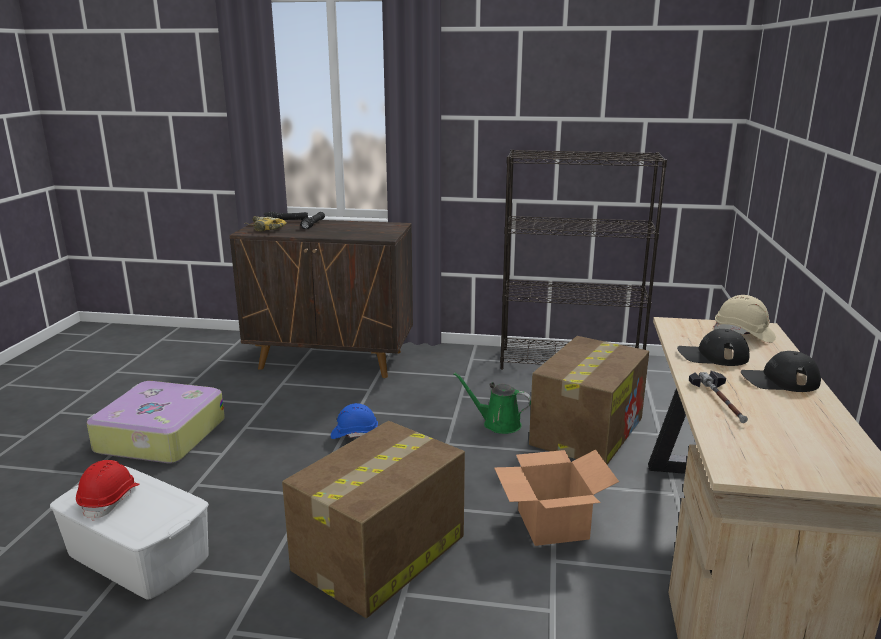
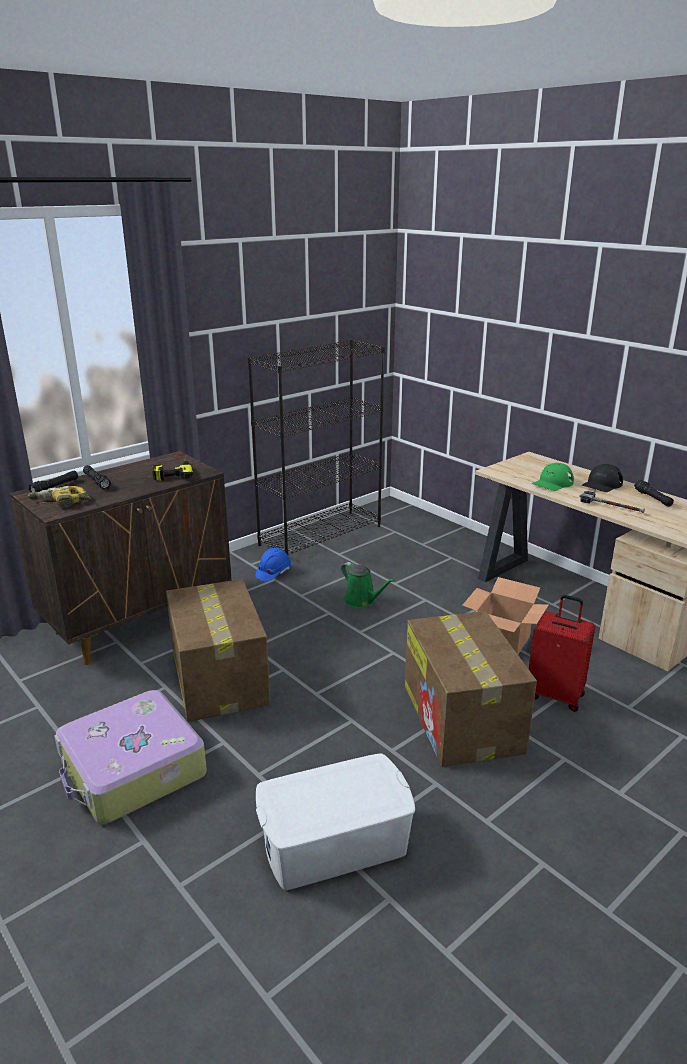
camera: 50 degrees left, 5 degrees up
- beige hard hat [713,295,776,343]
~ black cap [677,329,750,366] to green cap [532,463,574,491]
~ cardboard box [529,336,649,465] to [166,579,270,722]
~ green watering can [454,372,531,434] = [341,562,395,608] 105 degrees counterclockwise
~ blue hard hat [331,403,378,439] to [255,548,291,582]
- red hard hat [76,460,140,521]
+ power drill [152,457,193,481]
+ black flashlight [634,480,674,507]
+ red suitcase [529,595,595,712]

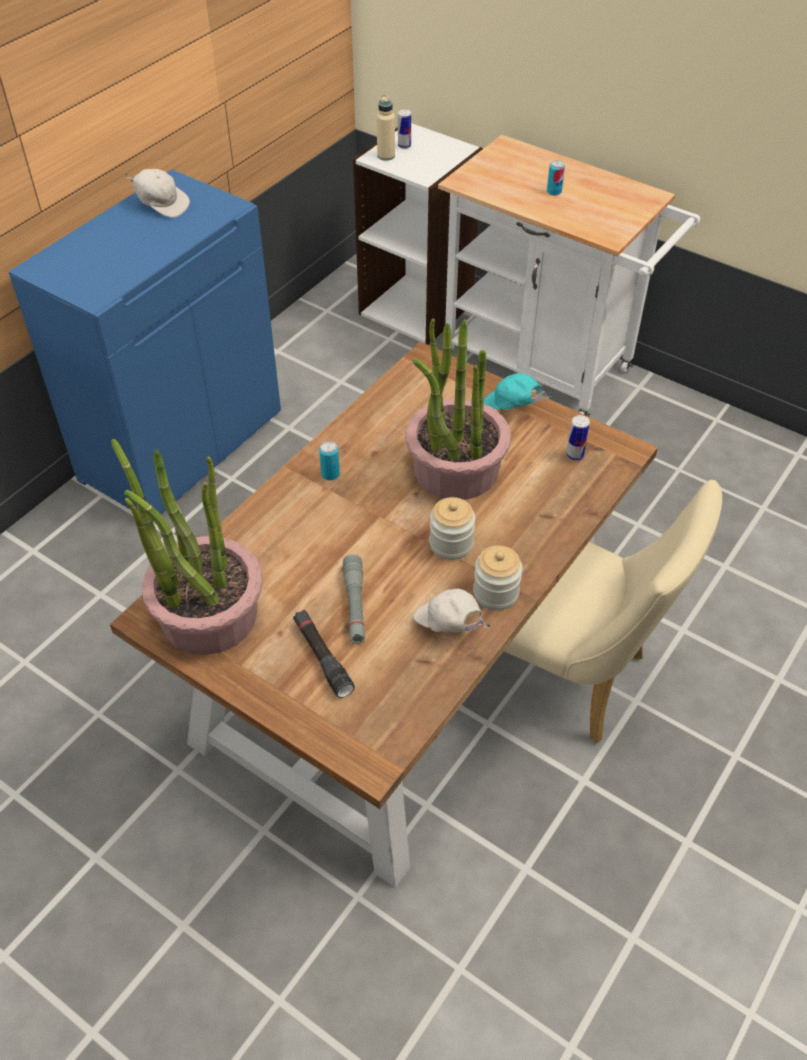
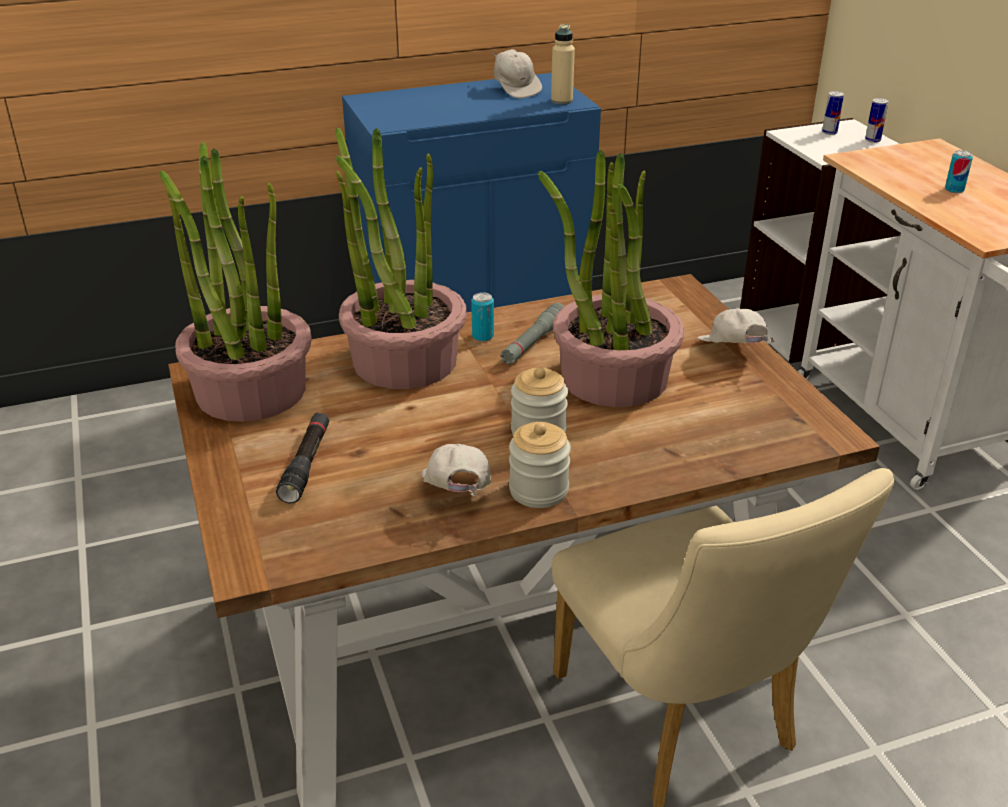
camera: 35 degrees right, 15 degrees down
~ beige bottle [377,95,395,161] to [551,24,575,105]
~ turquoise cap [484,373,553,410] to white cap [697,308,775,343]
~ can [566,415,590,461] to [865,98,889,143]
~ grey flashlight [343,554,365,644] to [501,303,564,365]
+ potted plant [335,128,467,389]

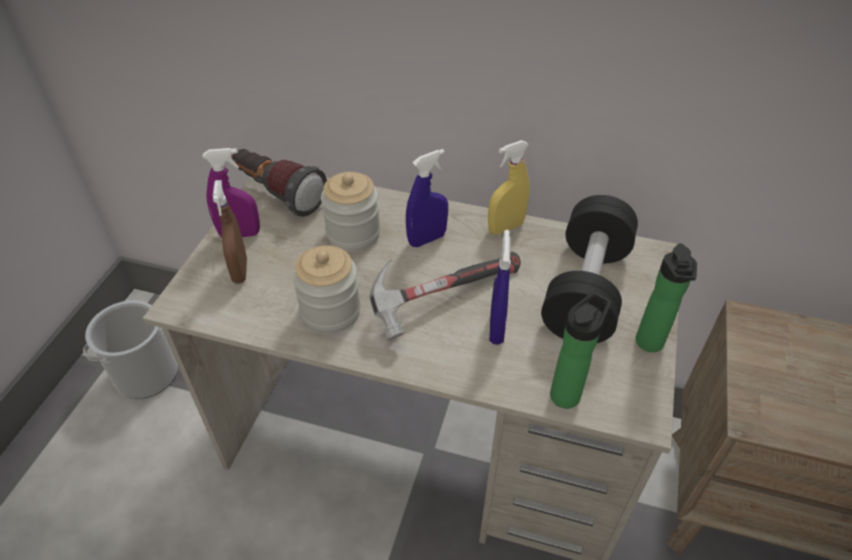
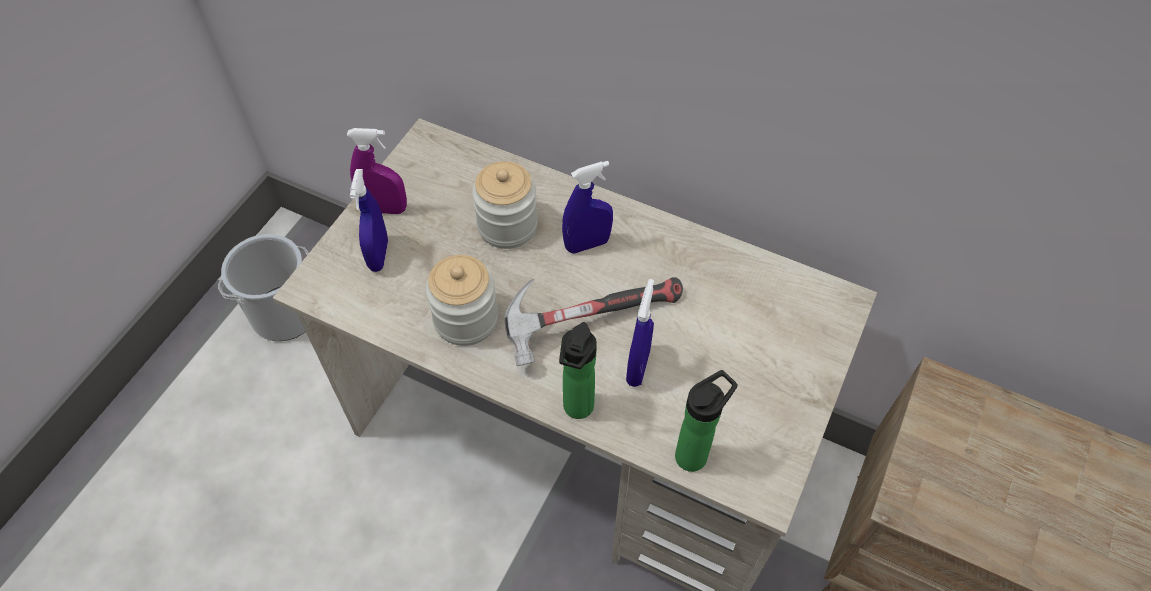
camera: 10 degrees right, 10 degrees up
- yellow spray bottle [488,140,530,234]
- flashlight [231,149,327,217]
~ brown spray bottle [212,180,247,283] to blue spray bottle [350,169,388,272]
- black dumbbell [541,195,638,343]
~ bottle [636,243,697,352] to [559,322,597,419]

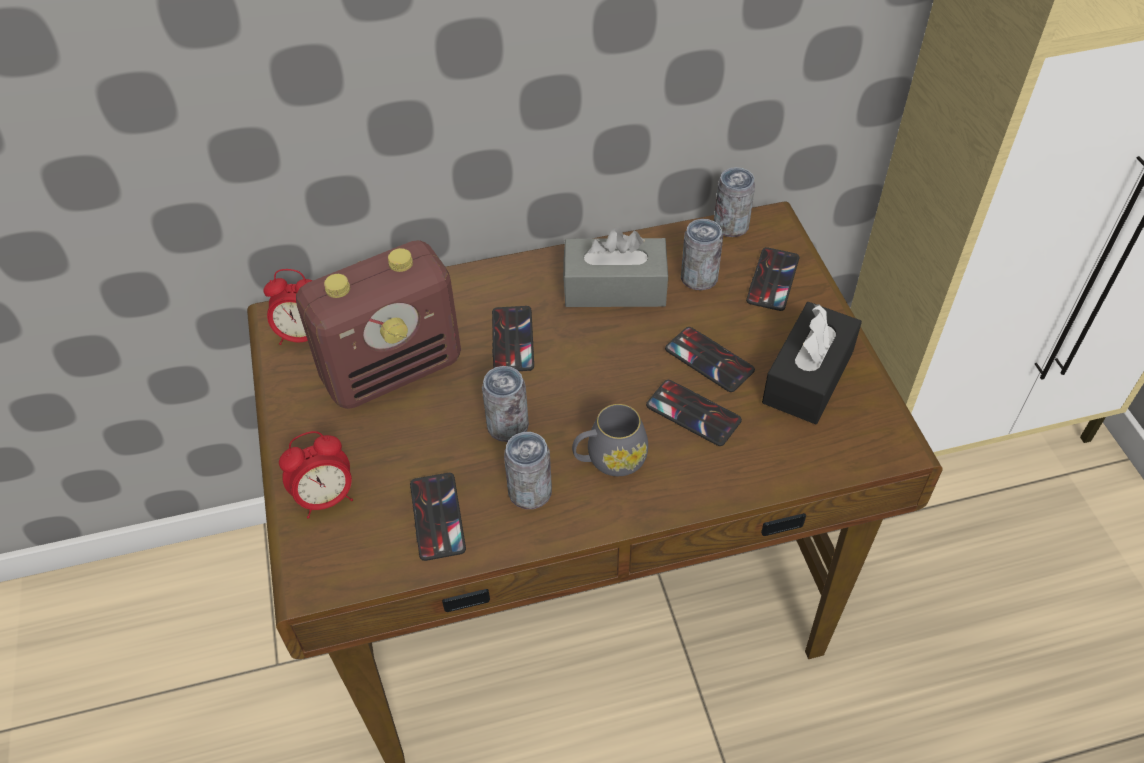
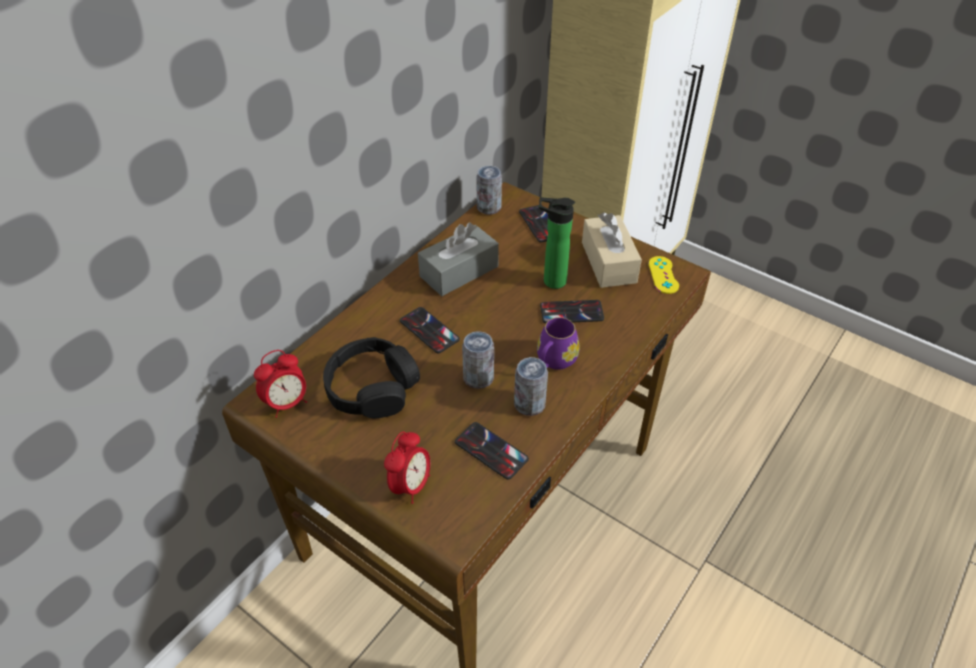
camera: 40 degrees left, 5 degrees down
- can [681,219,723,290]
~ radio [296,240,461,409] to black headphones [323,337,420,418]
~ black tissue box [762,302,862,424] to beige tissue box [582,213,642,288]
~ phone [665,327,755,392] to bottle [539,198,575,289]
~ grey mug [572,404,648,476] to purple mug [537,317,580,370]
+ yellow game controller [648,256,679,294]

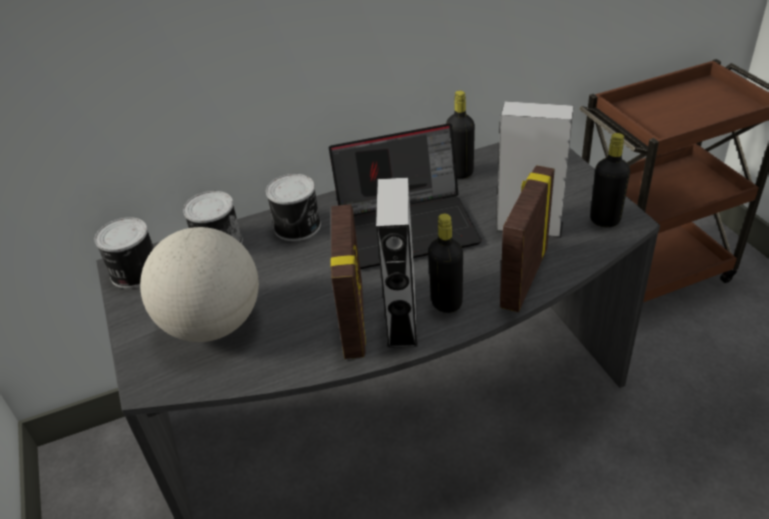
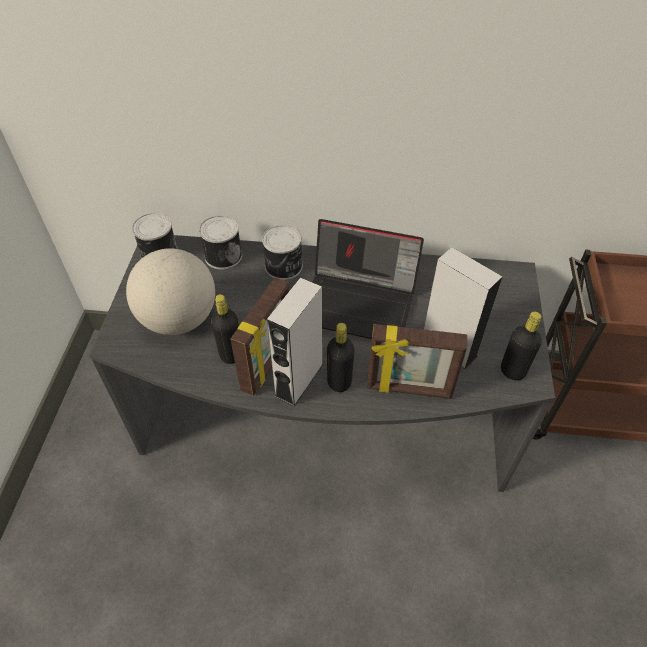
camera: 25 degrees right, 10 degrees up
~ black bottle [446,91,475,179] to [211,294,239,364]
~ picture frame [500,165,555,312] = [367,324,467,399] 135 degrees counterclockwise

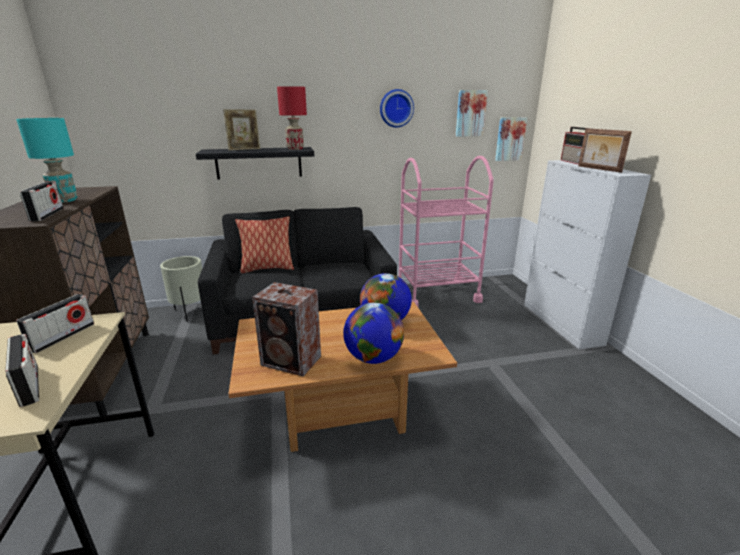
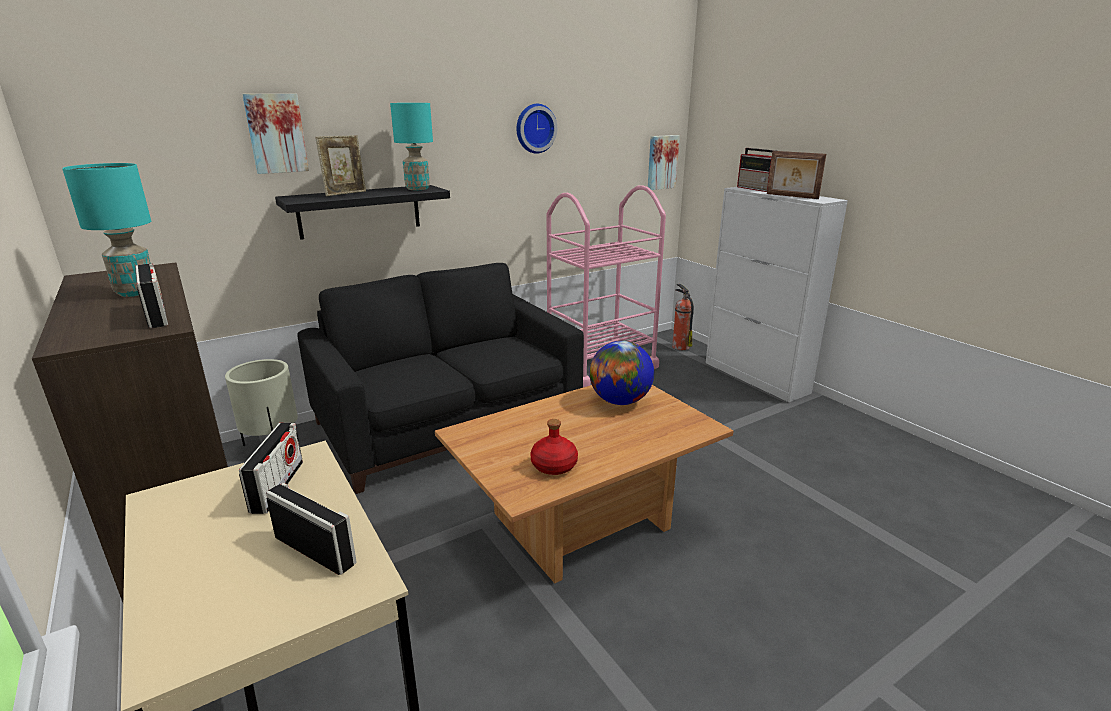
camera: 20 degrees left, 0 degrees up
~ red table lamp [277,86,307,150] to turquoise table lamp [390,103,433,190]
~ picture [456,90,488,137] to [242,94,309,174]
- pillow [235,216,294,273]
~ speaker [252,282,321,376] to red bottle [530,419,578,475]
- globe [343,302,404,364]
+ fire extinguisher [672,283,694,350]

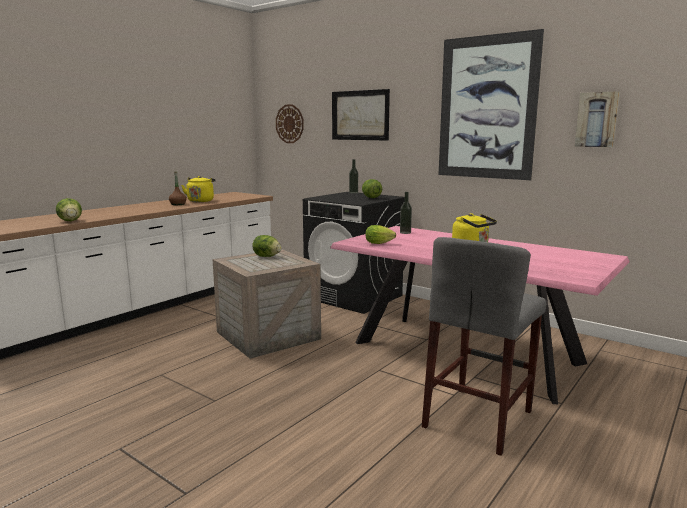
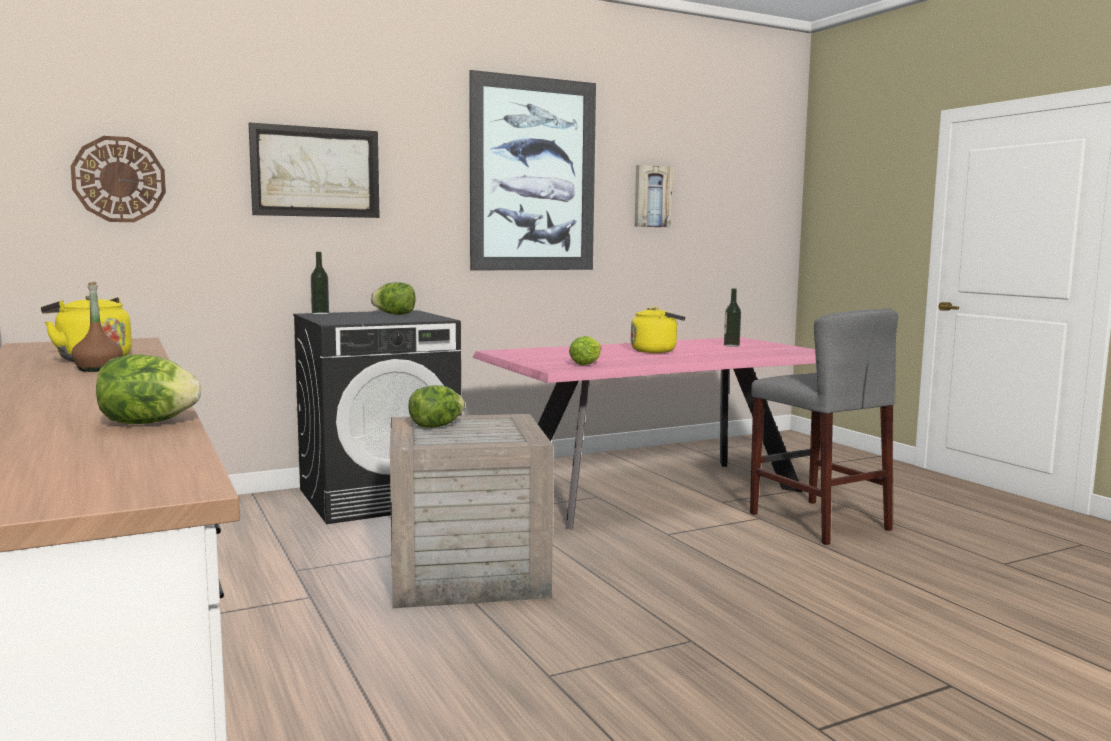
camera: 65 degrees left, 5 degrees down
~ bottle [400,192,412,234] to [724,288,741,347]

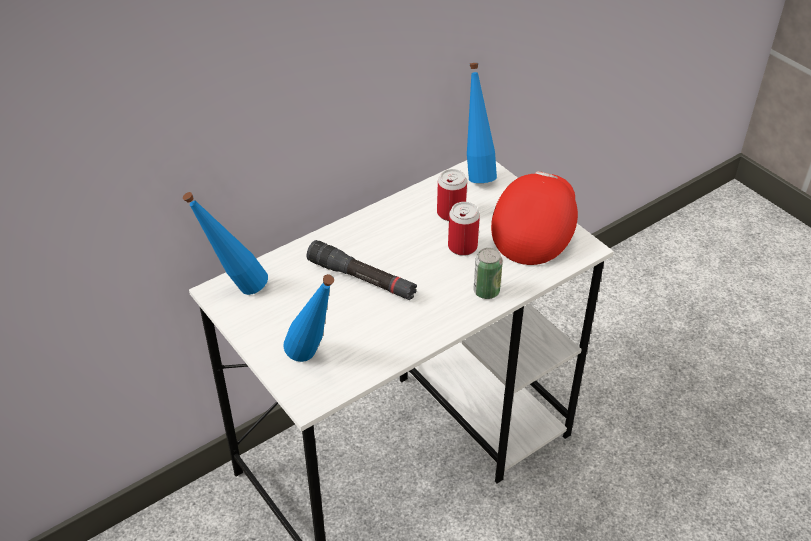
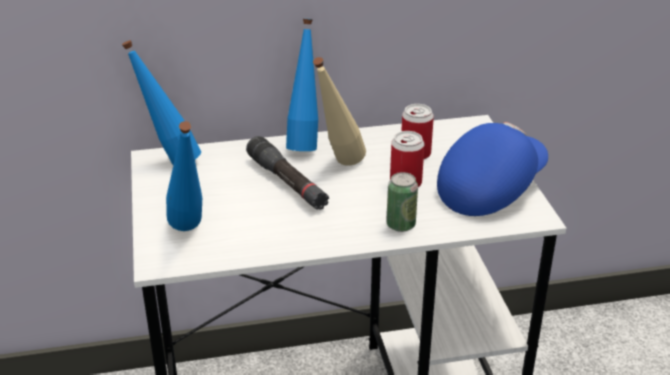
camera: 25 degrees right, 10 degrees down
~ blue bottle [467,63,497,183] to [286,19,318,151]
~ red cap [491,171,578,265] to blue cap [437,122,548,216]
+ beige bottle [313,57,366,166]

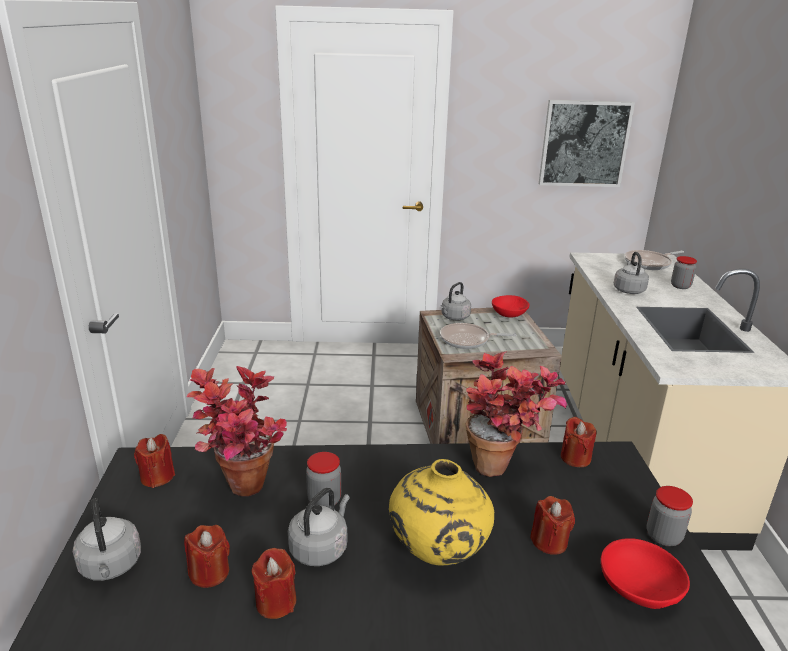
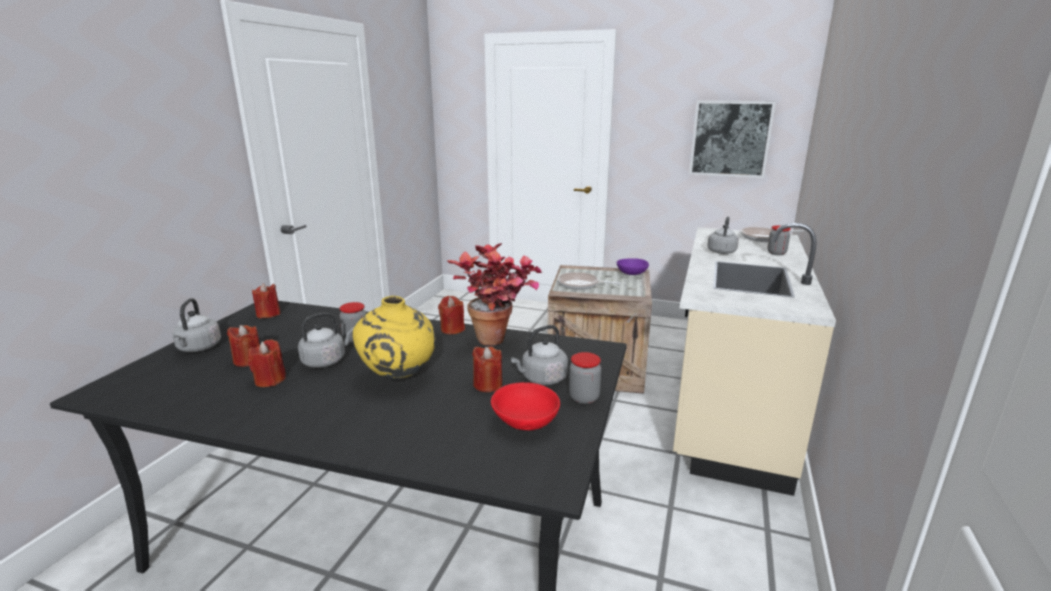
camera: 20 degrees right, 5 degrees down
~ grey kettle [440,282,471,320] to [511,325,568,385]
~ red bowl [492,295,529,318] to purple bowl [617,258,649,275]
- potted plant [187,366,287,496]
~ red candle [561,417,597,467] to [438,296,465,335]

